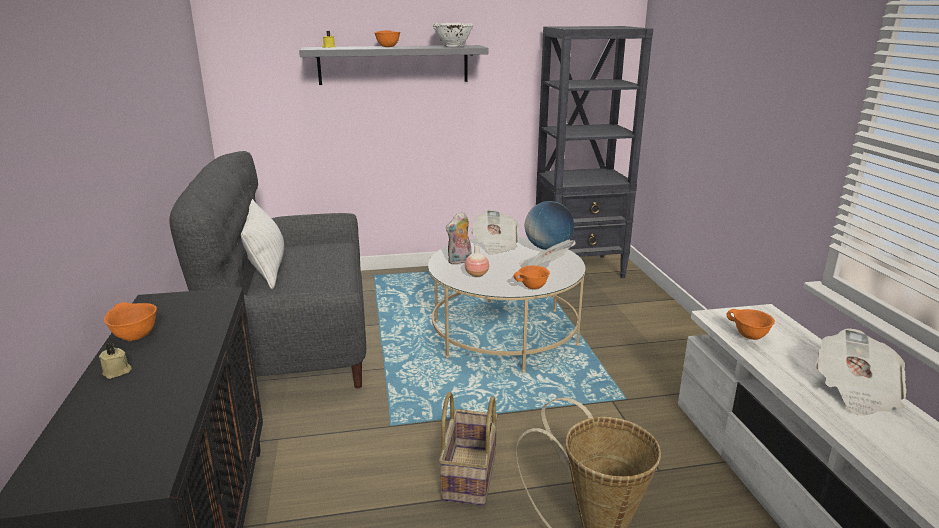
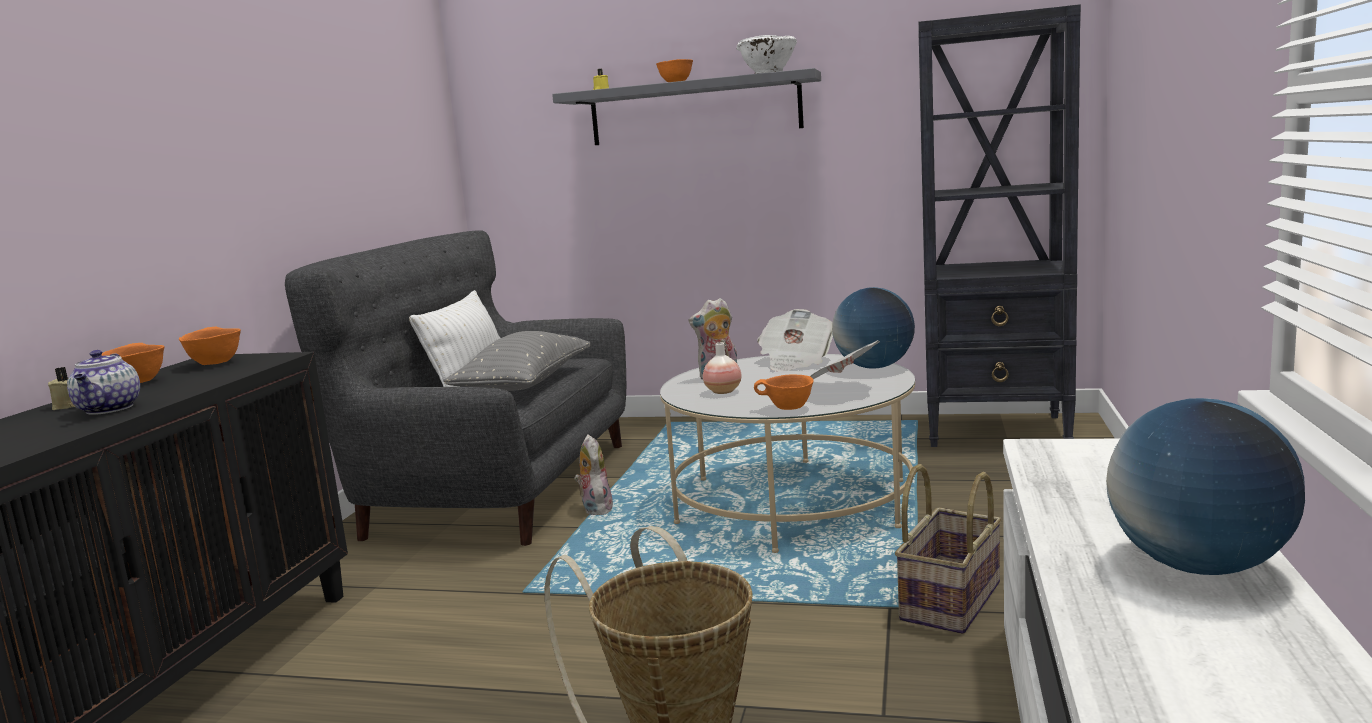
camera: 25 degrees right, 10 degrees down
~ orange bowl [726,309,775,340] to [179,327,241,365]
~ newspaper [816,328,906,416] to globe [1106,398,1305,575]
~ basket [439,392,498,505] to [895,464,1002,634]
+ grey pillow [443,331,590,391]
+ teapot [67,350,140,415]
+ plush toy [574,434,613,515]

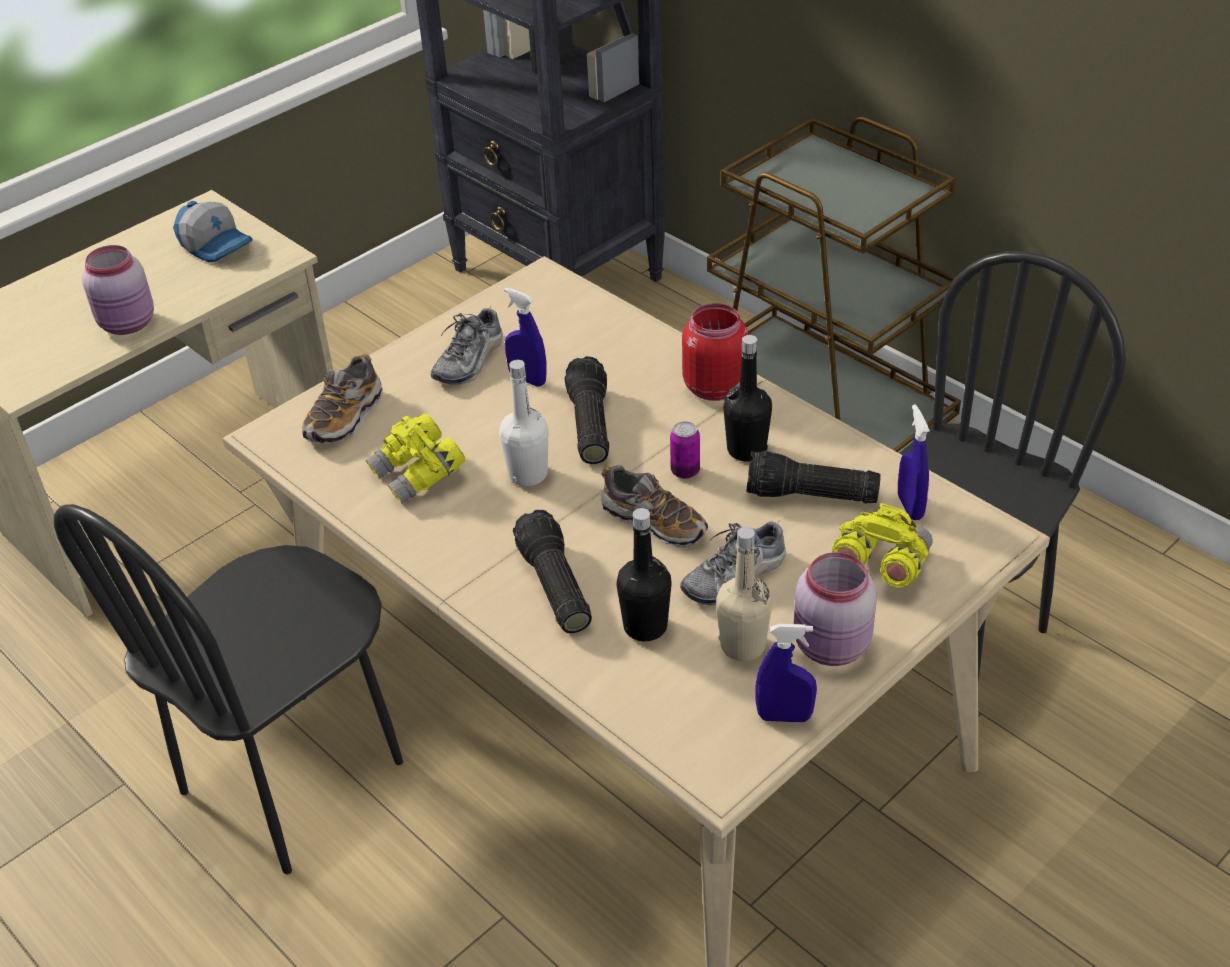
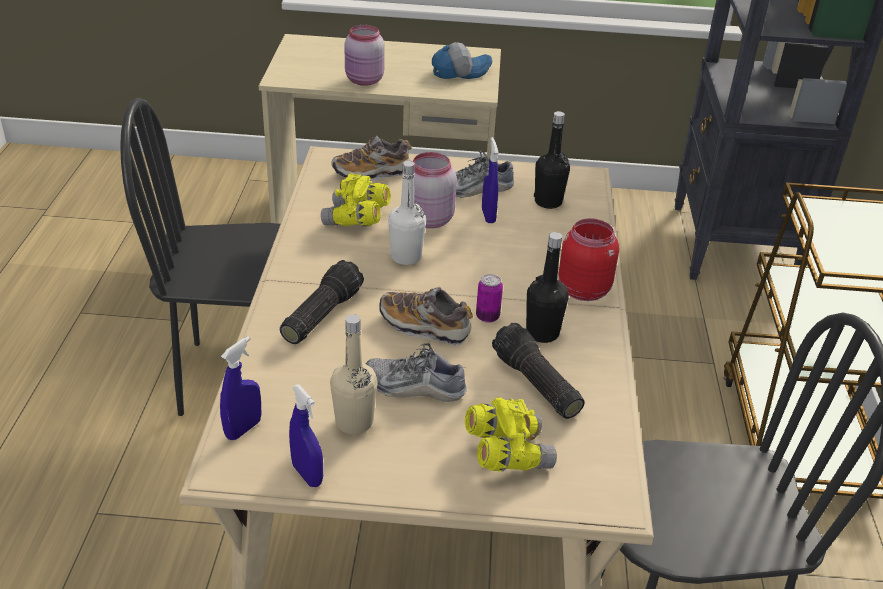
camera: 45 degrees right, 5 degrees down
~ cap [173,201,252,262] = [432,42,492,79] 105 degrees counterclockwise
- flashlight [564,356,609,464]
~ blue spray bottle [898,404,930,520] to [220,336,262,440]
~ shoe [601,465,708,548] = [379,287,473,345] 120 degrees clockwise
~ black bottle [616,508,671,641] to [534,111,570,209]
~ pink jar [794,552,877,666] to [413,152,457,228]

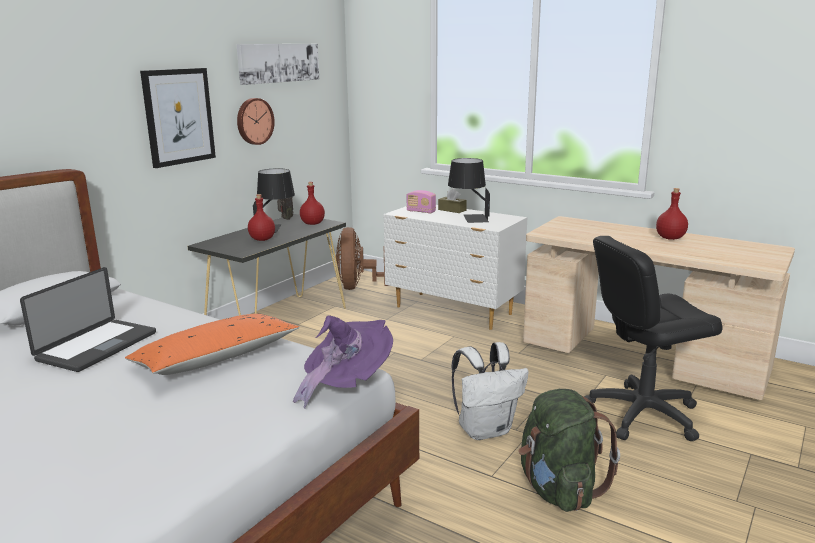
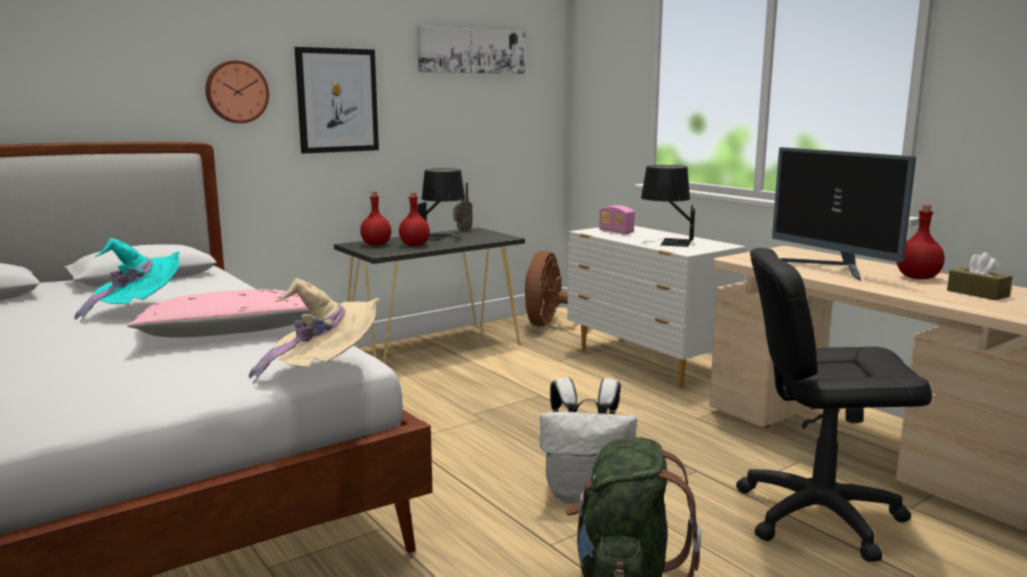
camera: 20 degrees right, 5 degrees down
~ wall clock [237,98,275,145] to [205,60,269,123]
~ red bottle [300,182,325,225] to [360,192,391,246]
~ brown tissue box [438,189,467,213] to [947,252,1013,300]
~ laptop [20,267,156,372] to turquoise hat [74,238,180,322]
~ orange pillow [125,314,300,375] to pink pillow [127,289,311,338]
~ purple hat [293,315,393,408] to beige hat [249,278,379,385]
+ monitor [772,147,916,281]

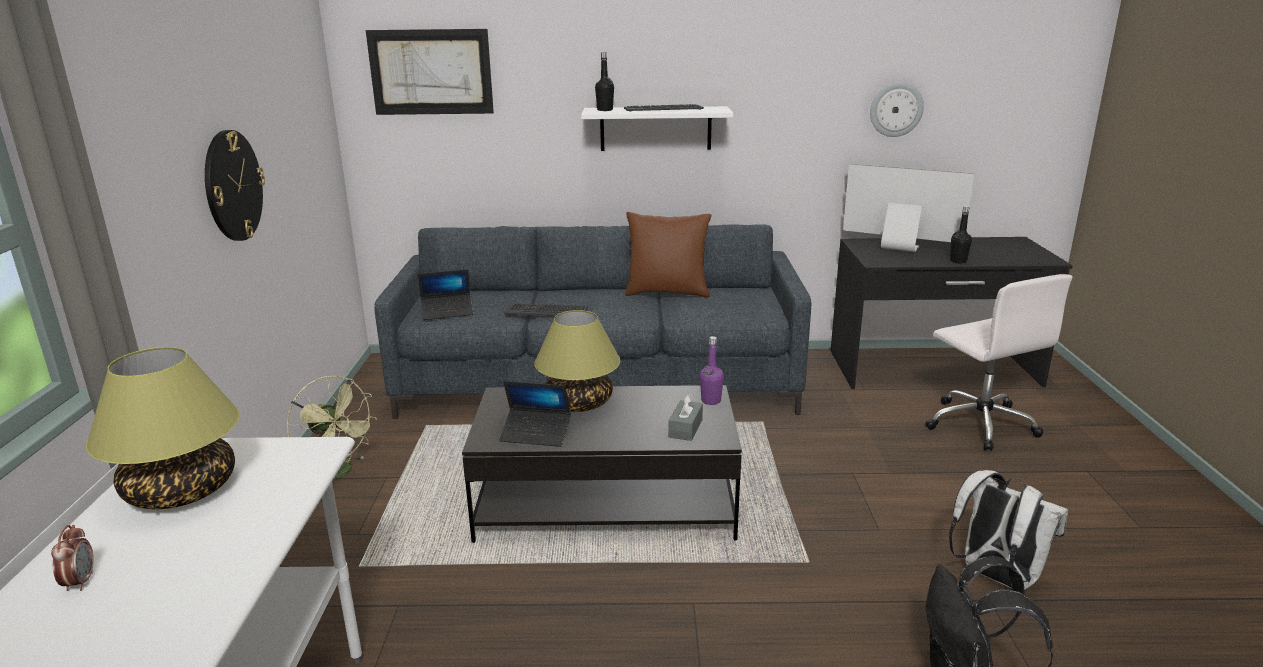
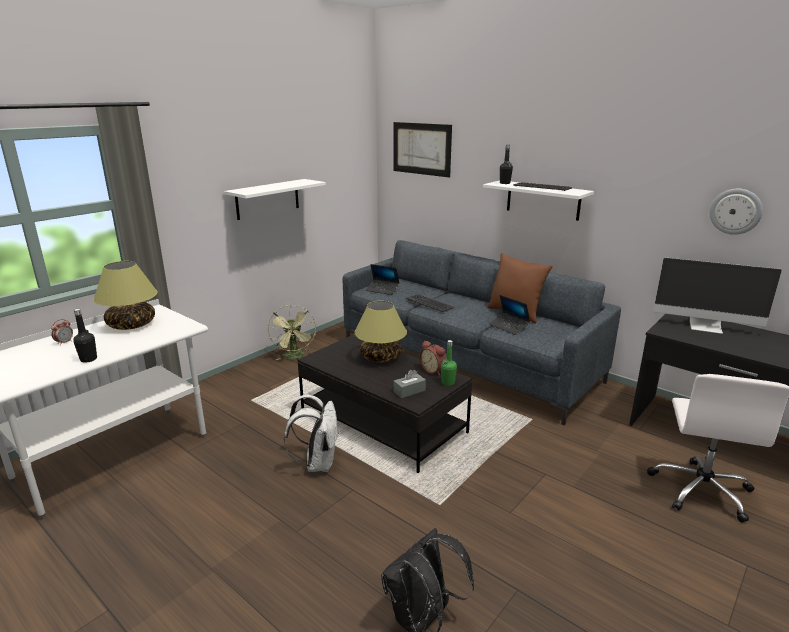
camera: 40 degrees right, 0 degrees up
~ wall clock [205,130,265,241] to white shelf [224,179,326,220]
~ monitor [843,164,974,252] = [653,258,782,334] 135 degrees clockwise
~ black bottle [950,206,972,263] to [73,309,97,363]
~ purple bottle [700,336,724,405] to green bottle [441,340,457,386]
~ laptop [499,381,571,447] to [489,295,530,335]
~ white backpack [949,470,1068,590] to [284,395,339,472]
+ alarm clock [419,341,447,375]

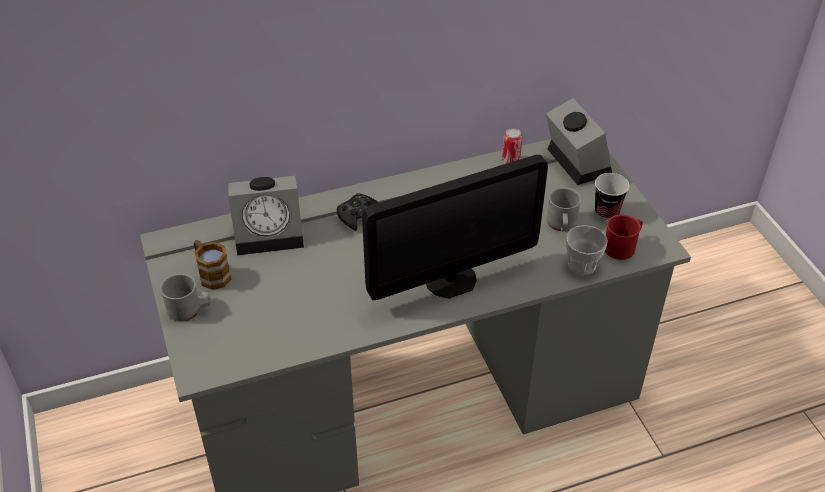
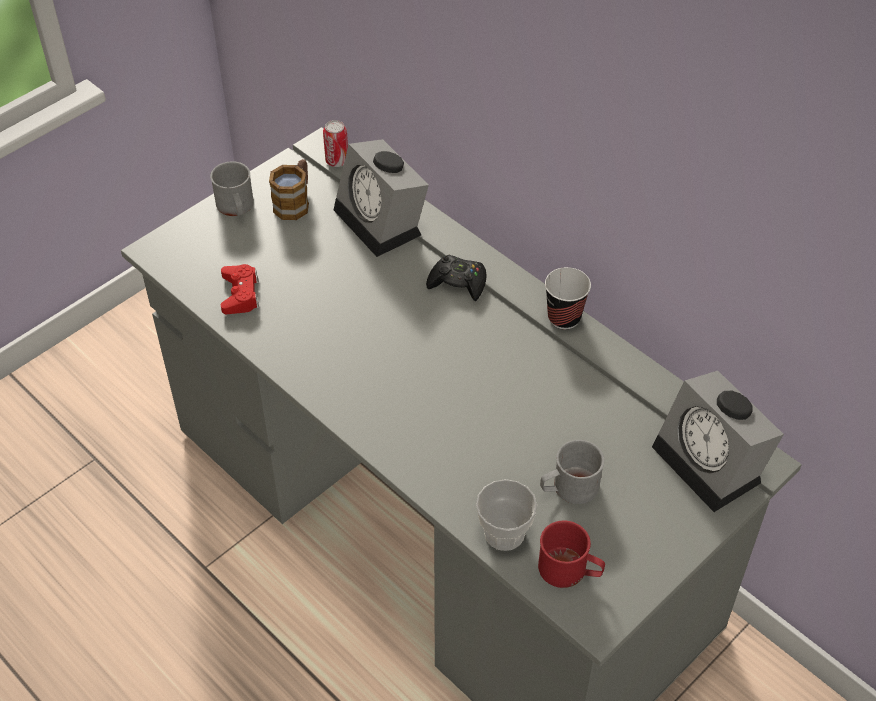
camera: 65 degrees right, 5 degrees up
~ alarm clock [546,98,612,185] = [652,371,784,512] 105 degrees clockwise
~ can [502,128,522,164] to [323,120,348,167]
- monitor [362,155,548,300]
~ cup [595,173,629,220] to [545,267,591,329]
+ red game controller [221,264,259,314]

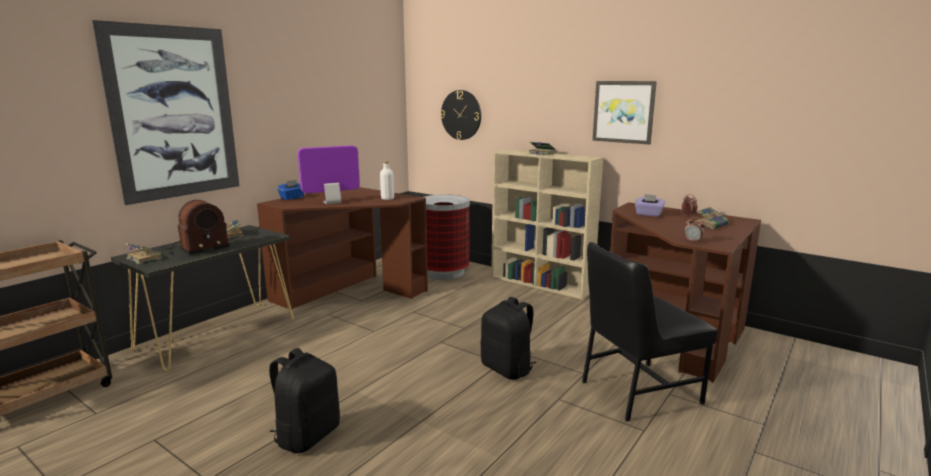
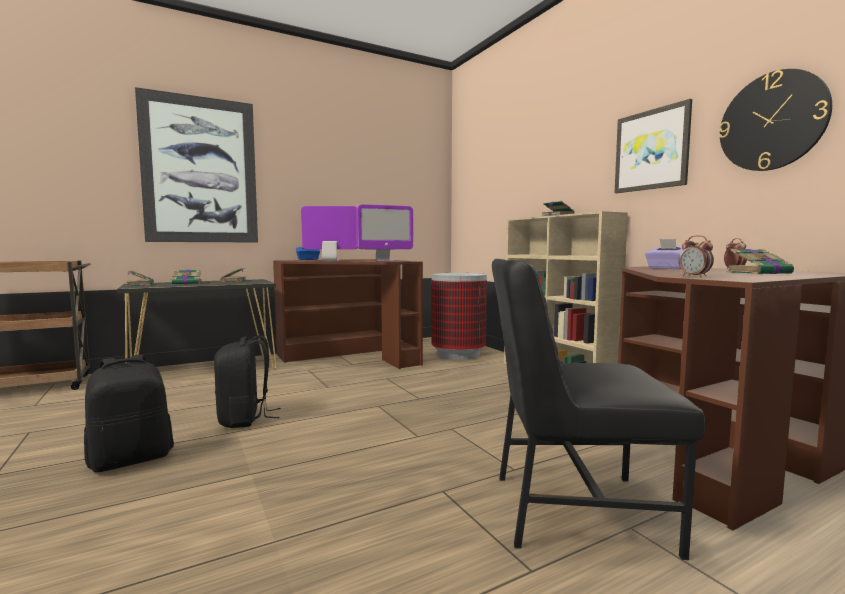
camera: 25 degrees right, 10 degrees down
~ wall clock [440,90,481,140] to [719,69,832,171]
~ white bottle [380,161,394,200] to monitor [356,204,413,261]
~ radio [160,200,230,255] to book [171,270,202,285]
~ black backpack [480,297,537,380] to [214,335,281,428]

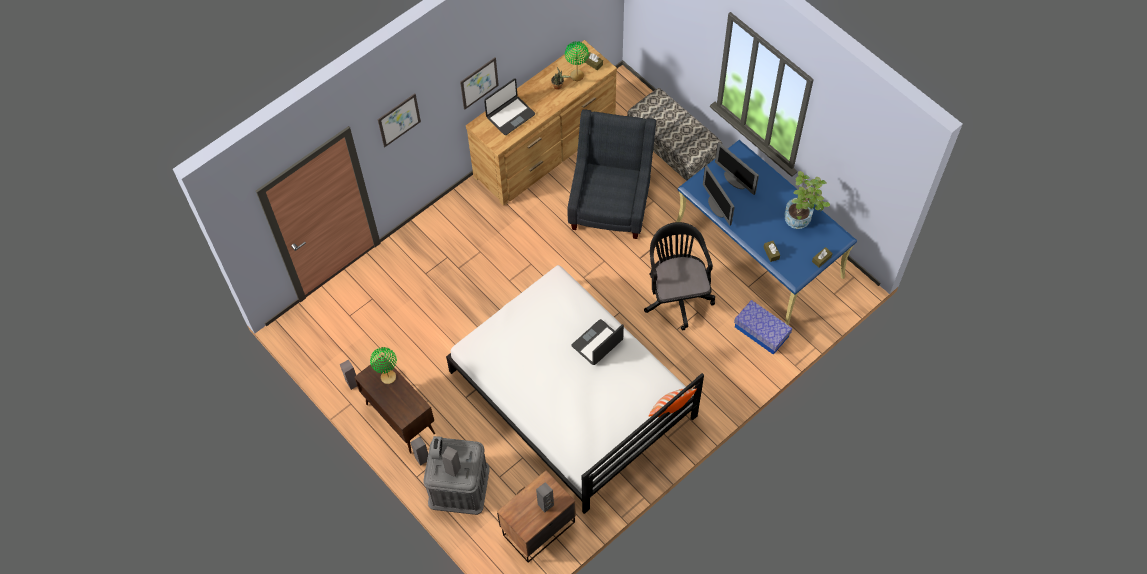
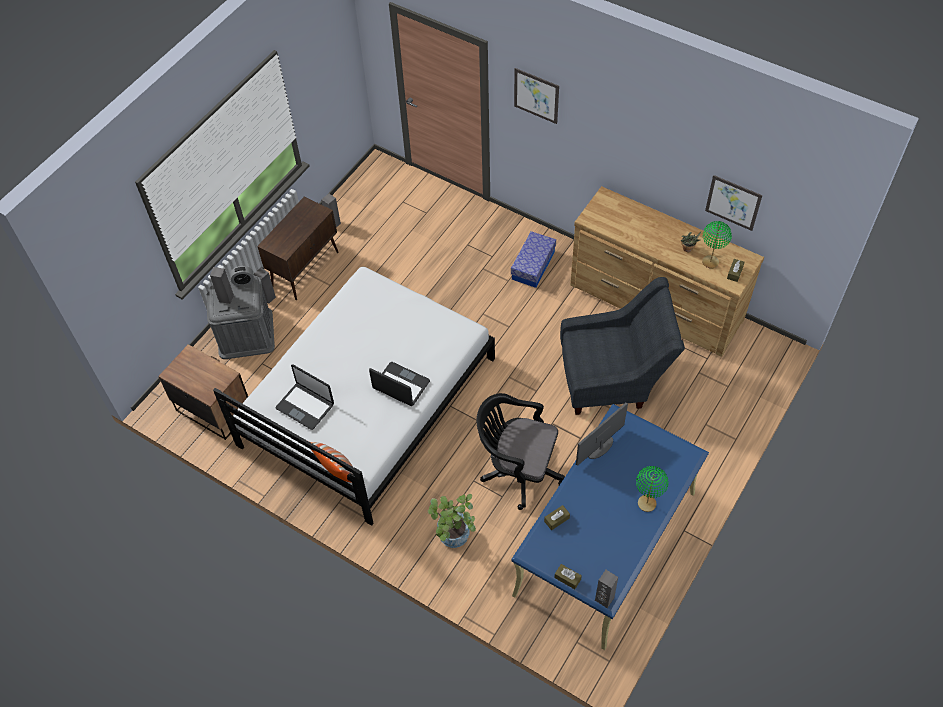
camera: 75 degrees right, 5 degrees down
~ picture [460,57,499,110] to [705,175,762,231]
~ laptop [484,78,535,135] to [276,364,334,430]
- bench [627,88,722,181]
- monitor [715,142,759,195]
~ potted plant [784,171,830,229] to [428,494,476,548]
~ black office chair [644,222,715,330] = [477,393,565,510] 135 degrees counterclockwise
~ storage box [734,300,792,355] to [511,231,556,288]
~ green table lamp [370,347,397,384] to [636,466,668,512]
~ grey speaker [536,482,554,513] to [595,570,618,608]

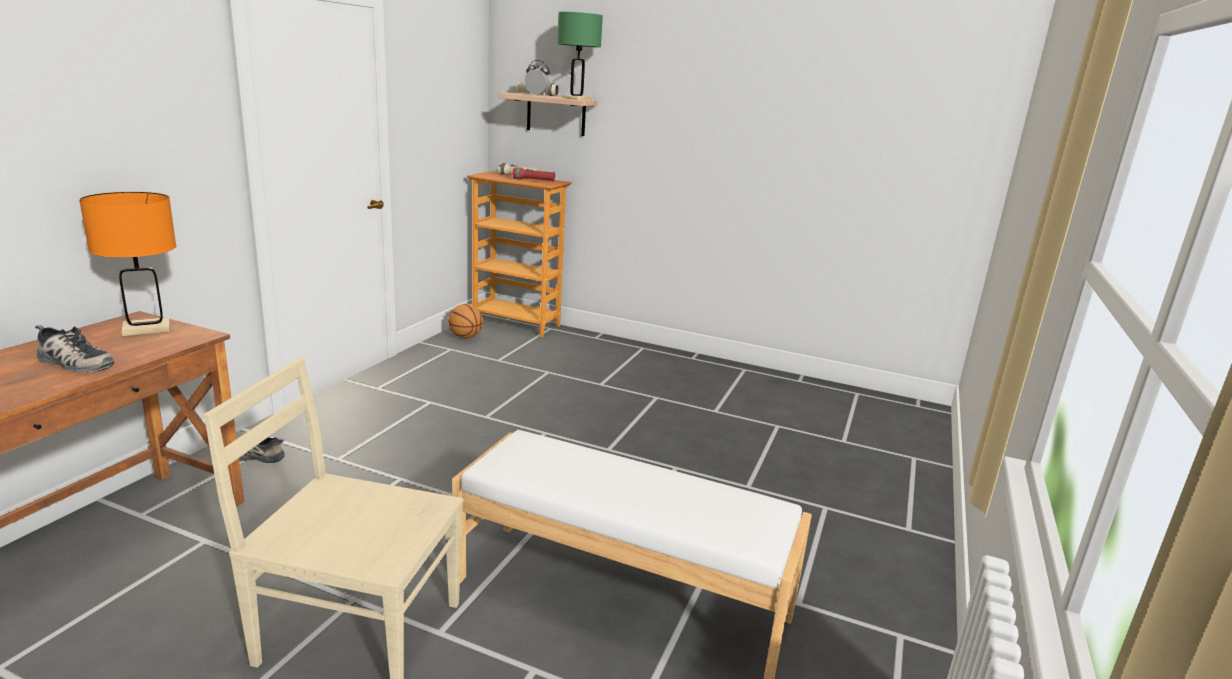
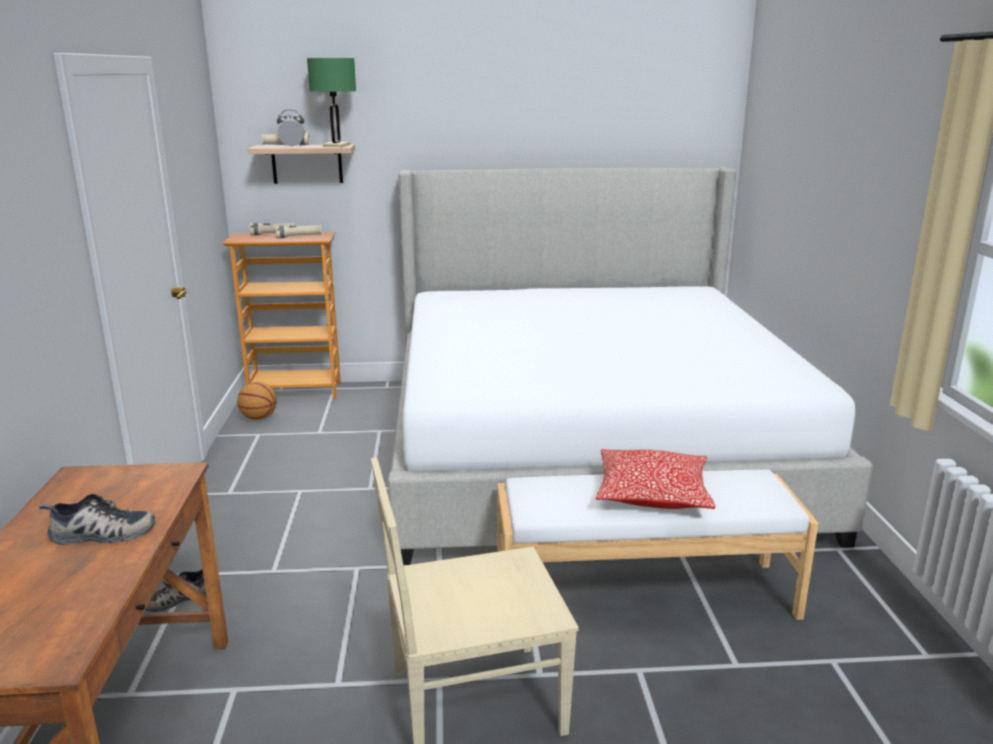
camera: 25 degrees left, 0 degrees up
~ red flashlight [513,167,555,181] to beige flashlight [275,224,321,238]
- orange table lamp [79,192,176,336]
+ bed [388,167,873,565]
+ pillow [596,449,715,509]

